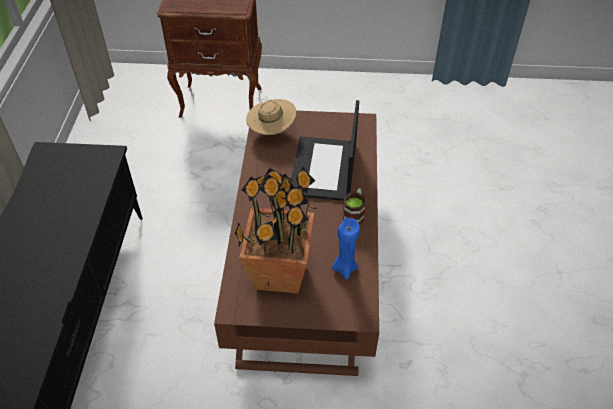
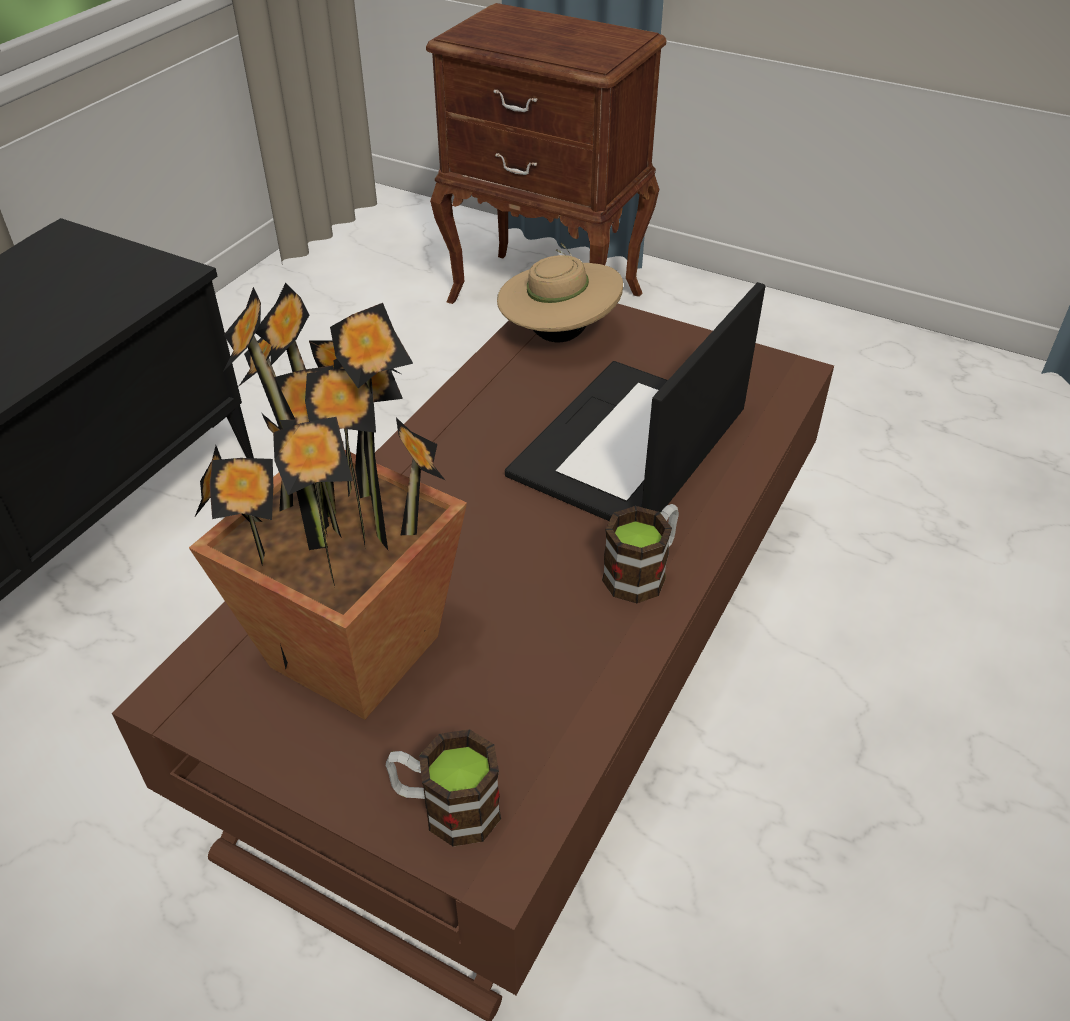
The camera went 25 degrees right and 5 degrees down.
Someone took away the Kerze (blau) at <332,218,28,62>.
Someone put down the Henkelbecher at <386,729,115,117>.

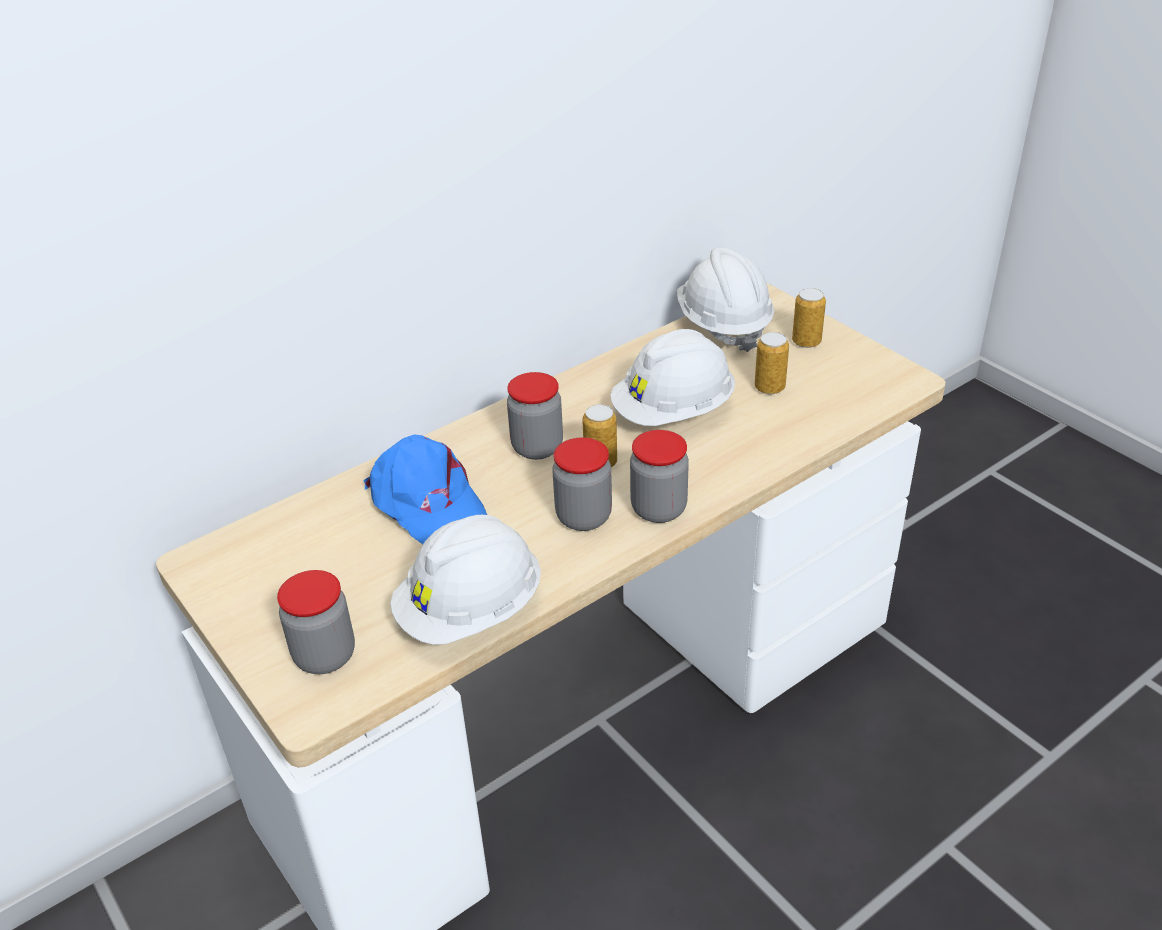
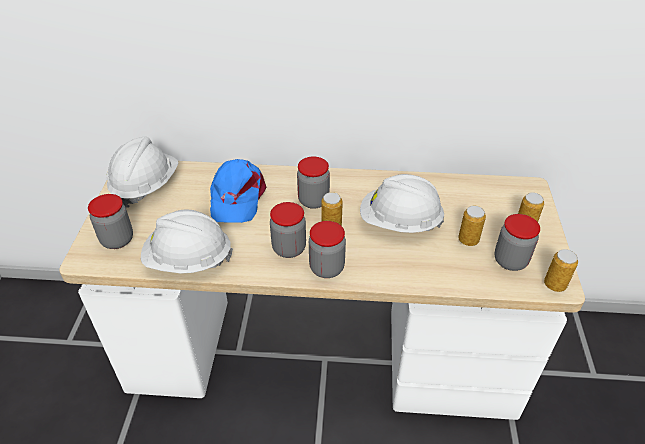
The camera went 40 degrees right and 5 degrees up.
Someone carried the Schutzhelm (weiß) from <677,247,97,105> to <107,137,72,71>.
Someone put down the Vorratsglas at <494,214,46,57>.
Someone put down the Dose at <544,249,34,43>.

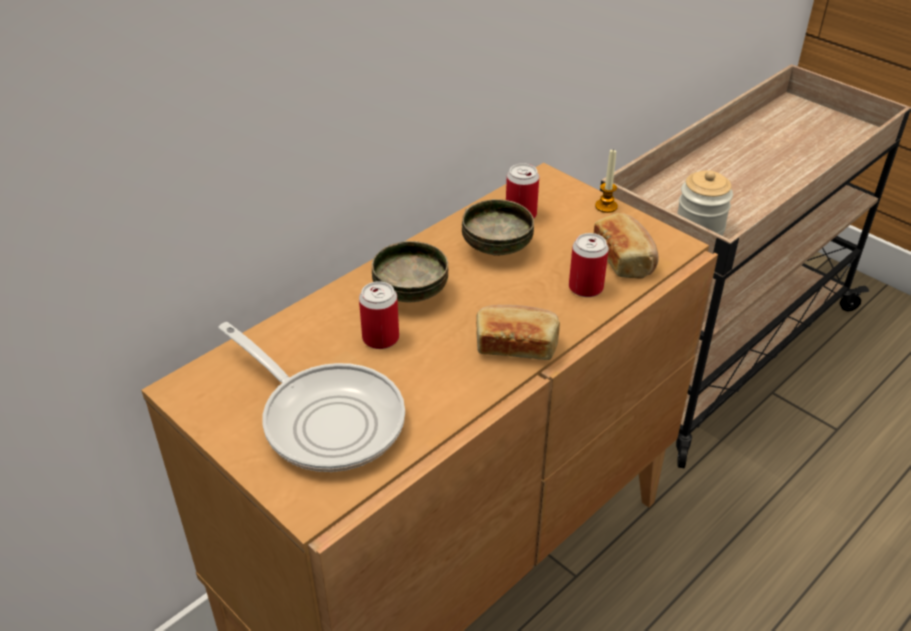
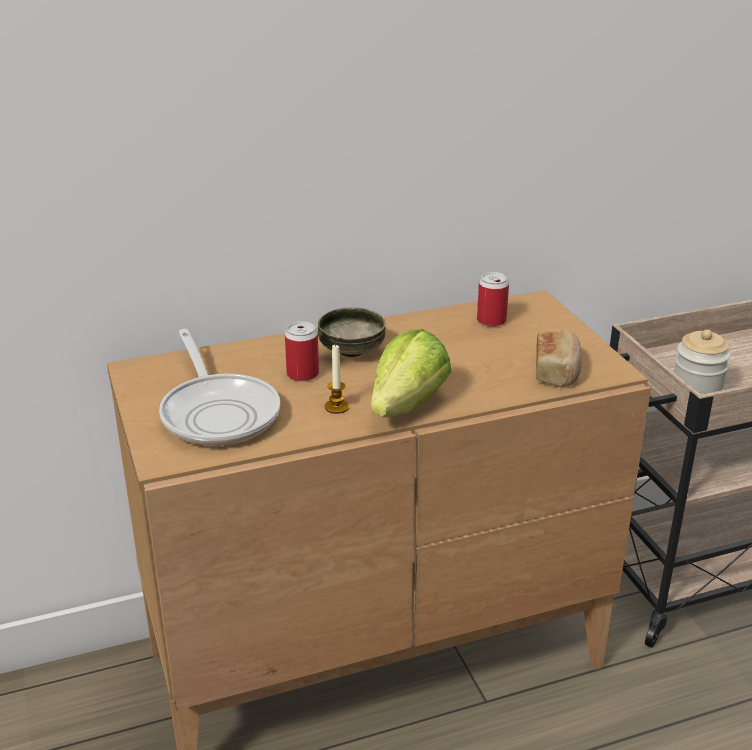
The camera went 25 degrees right and 10 degrees down.
Someone took away the Schüssel at <462,199,72,57>.
Someone swapped the Brot at <476,305,84,55> for the Salatkopf at <371,329,81,88>.
Someone took away the Dose at <569,233,40,64>.
Someone carried the Kerze from <595,149,23,64> to <325,344,24,70>.

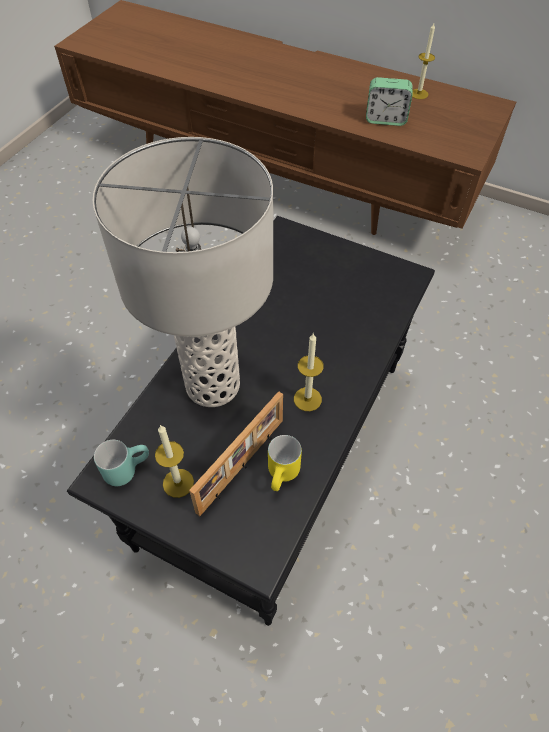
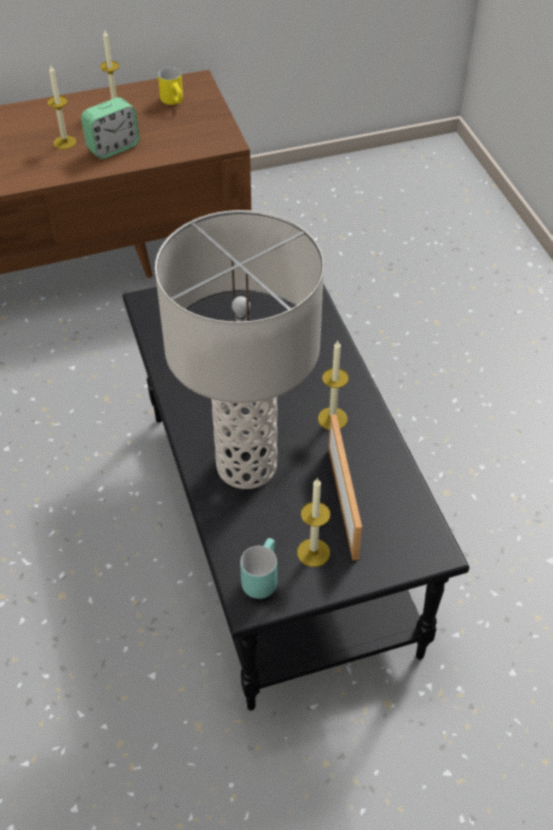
The camera went 45 degrees left and 5 degrees down.
Someone carried the Henkelbecher (gelb) from <268,435,34,56> to <158,67,25,38>.
Someone put down the Kerze at <47,64,29,85>.

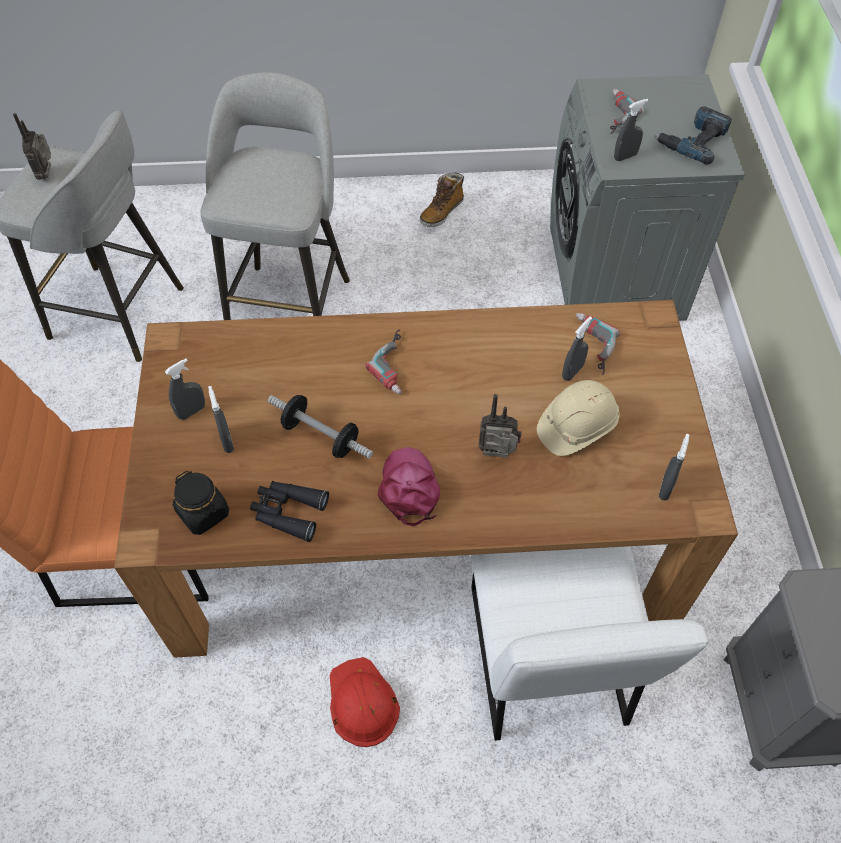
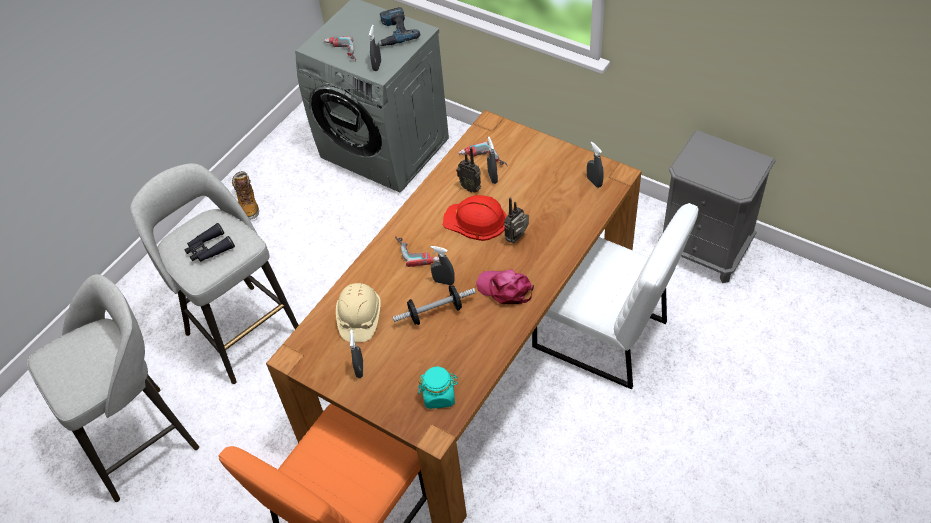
The camera went 50 degrees left and 5 degrees down.
Someone carried the Radio from <13,113,38,67> to <456,147,25,46>.
Someone repainted the Vorratsglas (schwarz) at <173,471,56,64>, which became the Vorratsglas (türkis) at <418,367,40,42>.
Someone carried the Sprühflasche (grau) from <208,386,26,67> to <431,246,24,39>.
Someone carried the Fernglas (schwarz) from <250,481,79,61> to <184,223,51,39>.
Someone carried the Schutzhelm (rot) from <330,657,70,90> to <443,195,64,46>.
Someone carried the Schutzhelm (beige) from <537,380,83,76> to <336,283,45,59>.

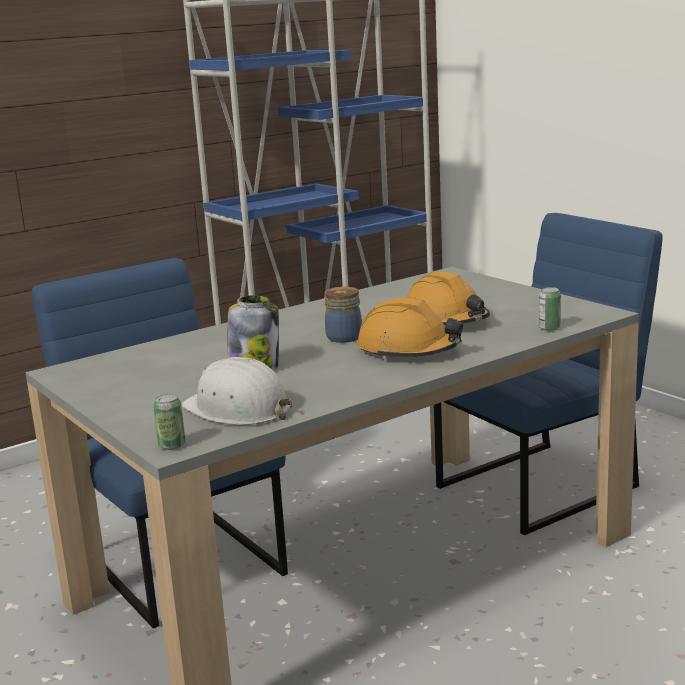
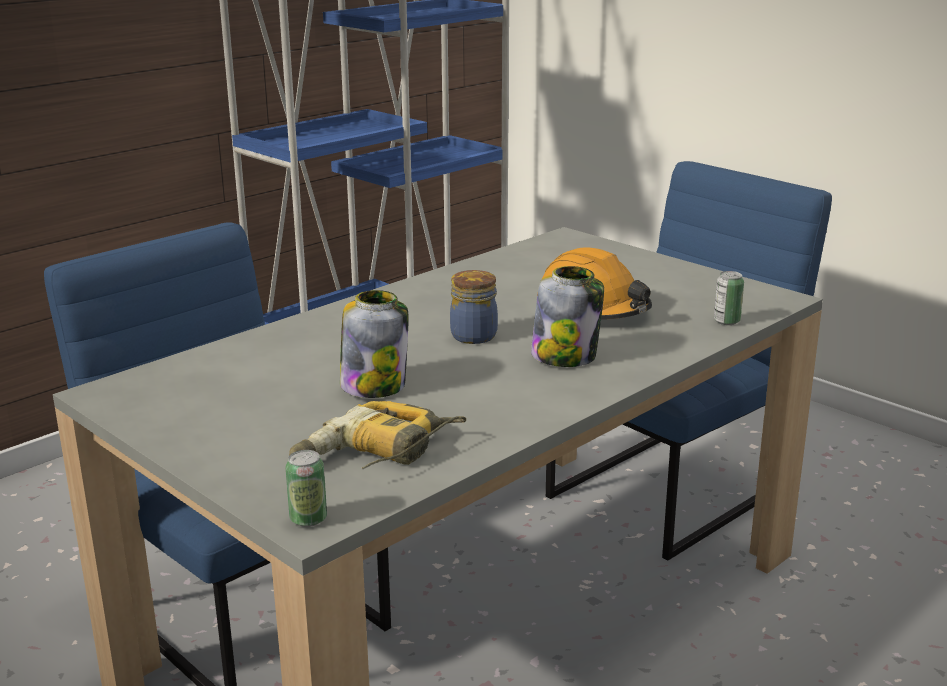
The camera went 10 degrees left and 5 degrees up.
Someone swapped the Schutzhelm (weiß) at <181,357,112,68> for the Bohrmaschine at <289,401,177,69>.
Someone swapped the Schutzhelm (orange) at <357,298,106,62> for the Vorratsglas at <531,266,73,101>.

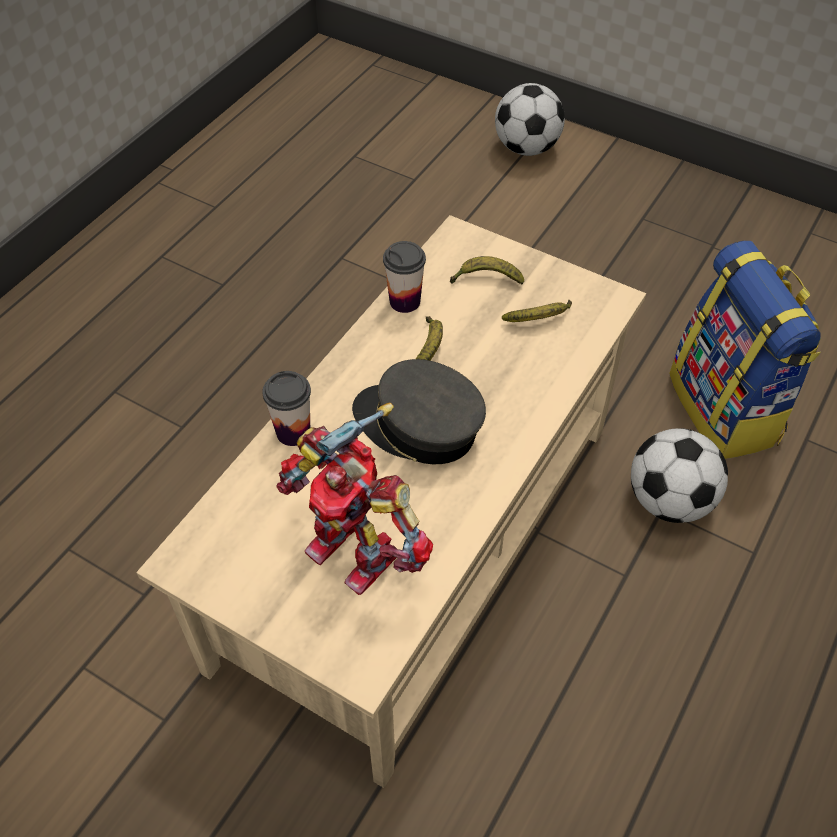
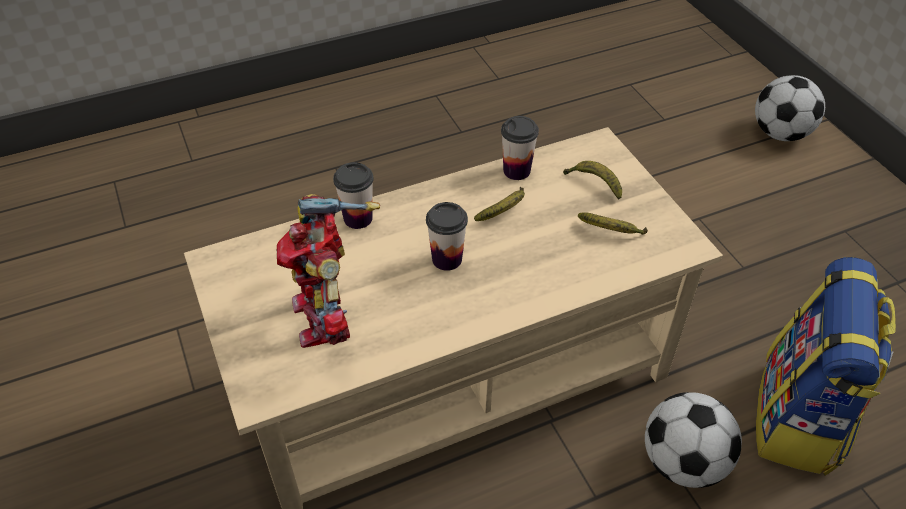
The camera went 35 degrees right and 5 degrees down.
Someone swapped the Kappe (grau) at <352,359,134,105> for the Tasse at <426,202,42,69>.

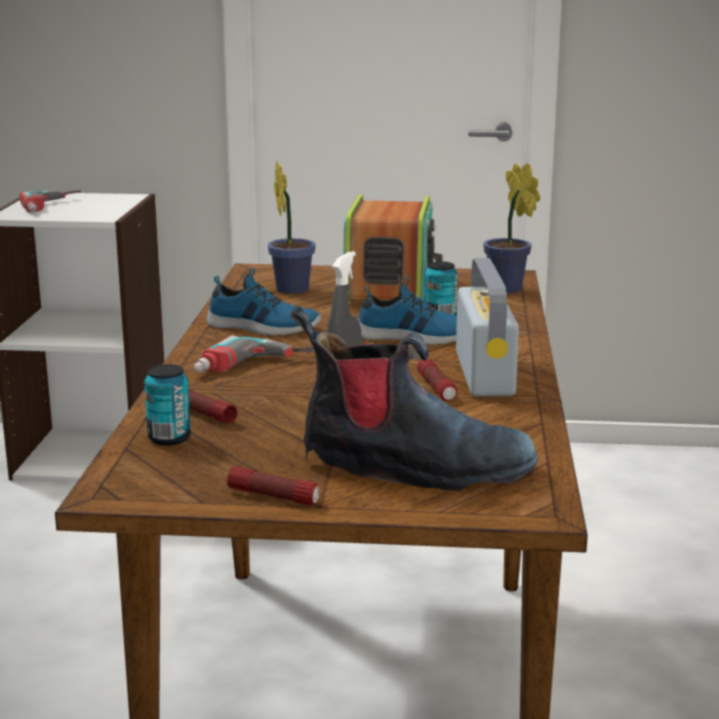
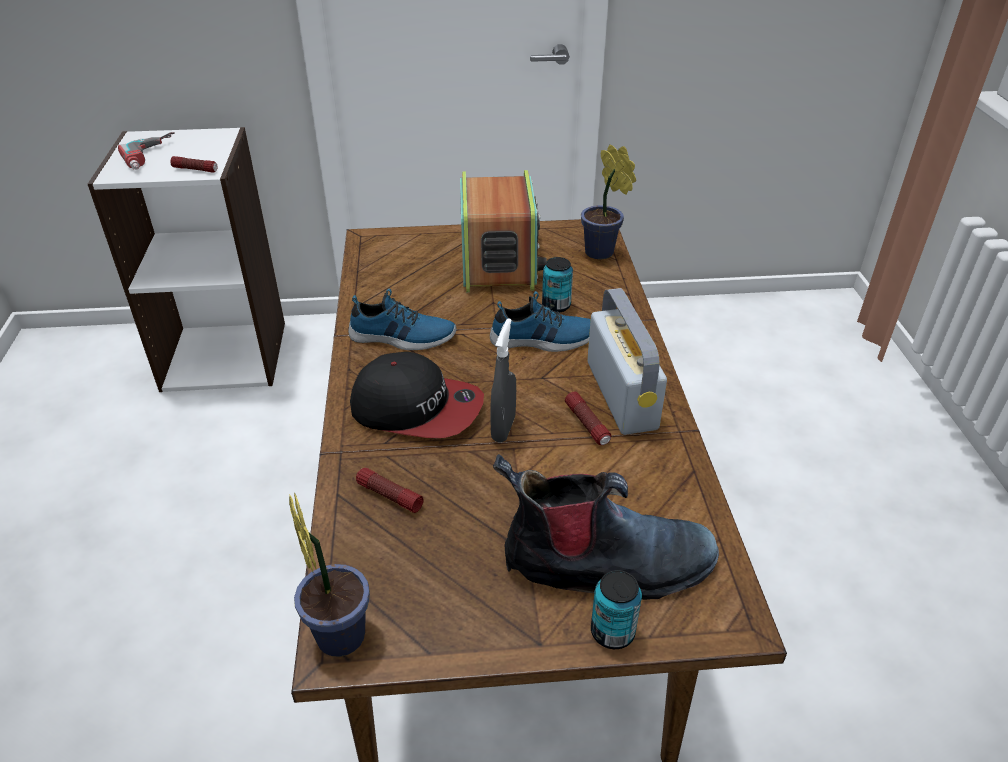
The camera went 10 degrees left and 20 degrees up.
Someone carried the Dose from <144,364,47,82> to <591,570,51,79>.
Someone swapped the Bohrmaschine at <194,335,120,38> for the Kappe at <350,352,134,86>.
Someone carried the Taschenlampe from <227,466,93,40> to <170,156,47,17>.
Someone carried the Topfpflanze from <268,161,48,133> to <289,493,81,164>.

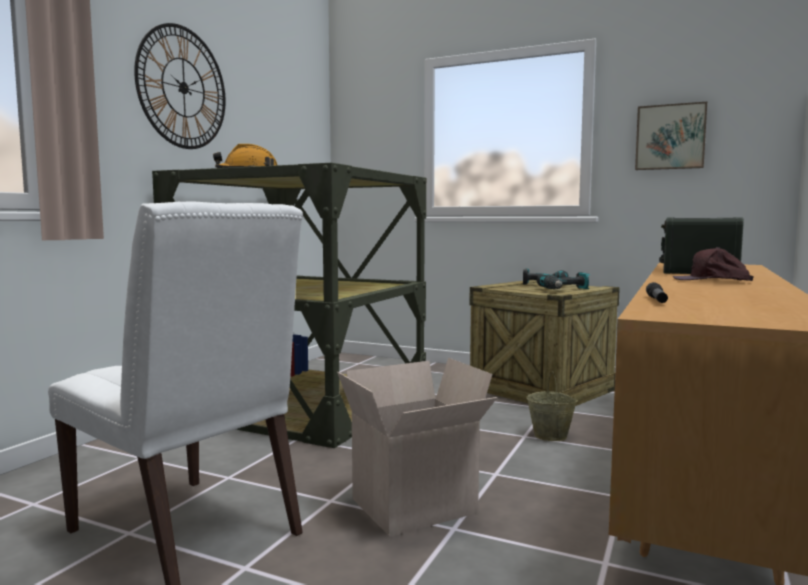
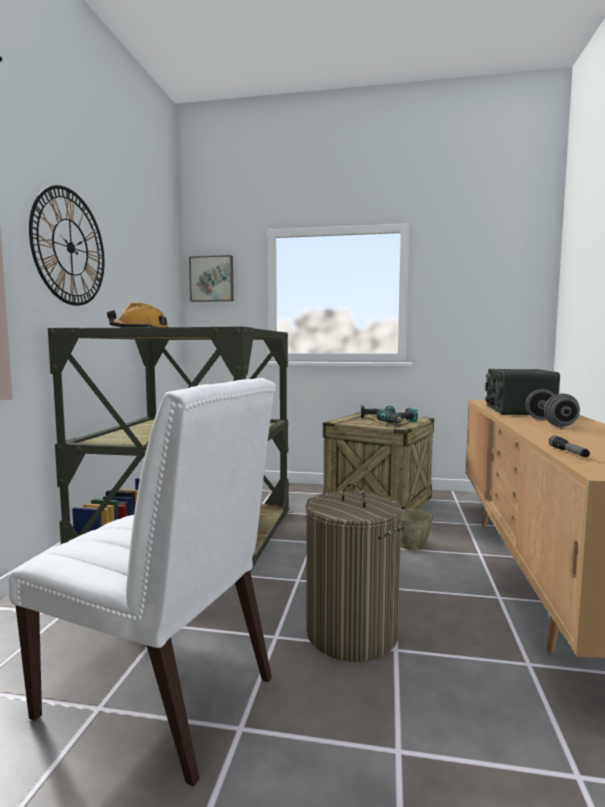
The camera went 15 degrees left and 0 degrees up.
Someone swapped the Karton at <337,358,160,179> for the Wäschekorb at <306,483,99,179>.
Someone carried the Bild from <635,102,72,68> to <189,255,45,47>.
Someone swapped the Kappe (braun) at <672,247,82,34> for the Hantel (grau) at <526,389,54,38>.

